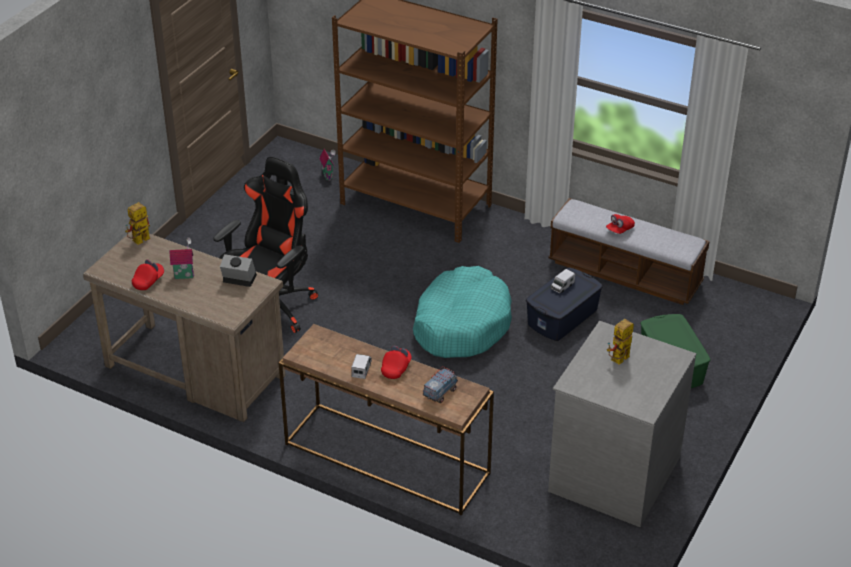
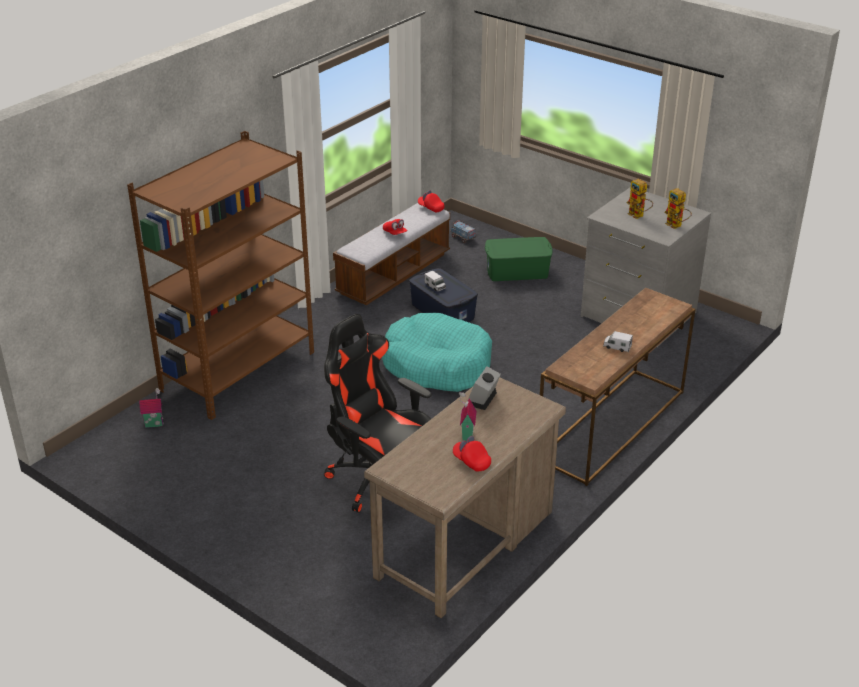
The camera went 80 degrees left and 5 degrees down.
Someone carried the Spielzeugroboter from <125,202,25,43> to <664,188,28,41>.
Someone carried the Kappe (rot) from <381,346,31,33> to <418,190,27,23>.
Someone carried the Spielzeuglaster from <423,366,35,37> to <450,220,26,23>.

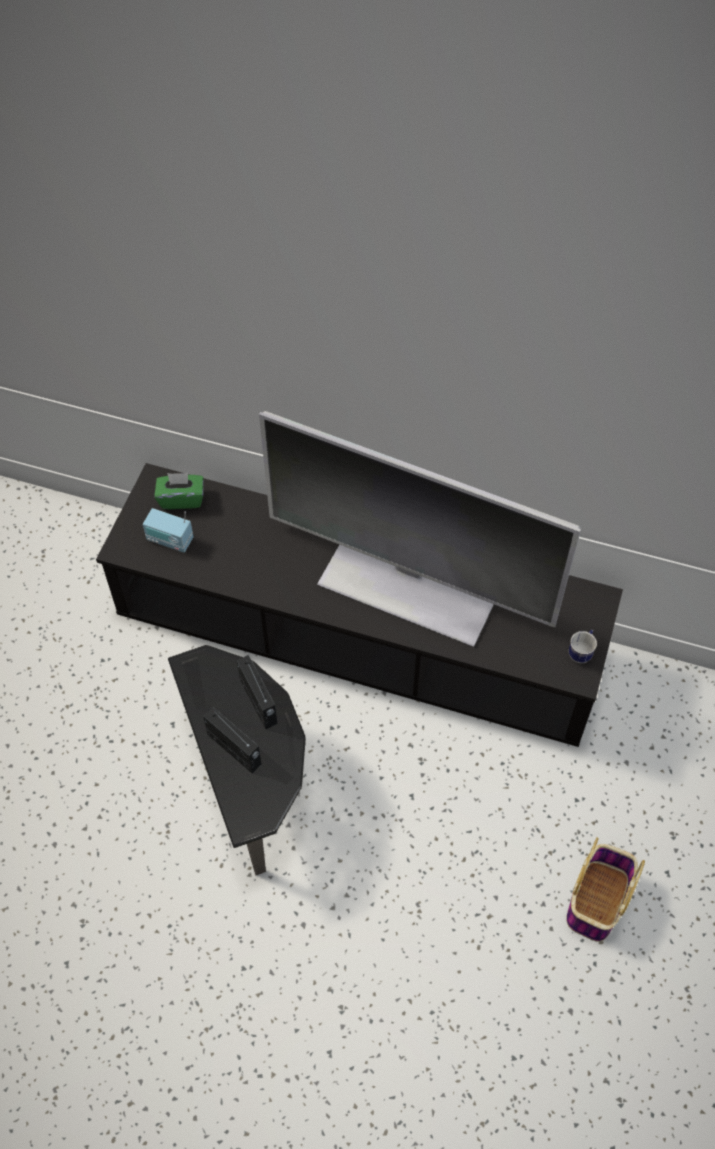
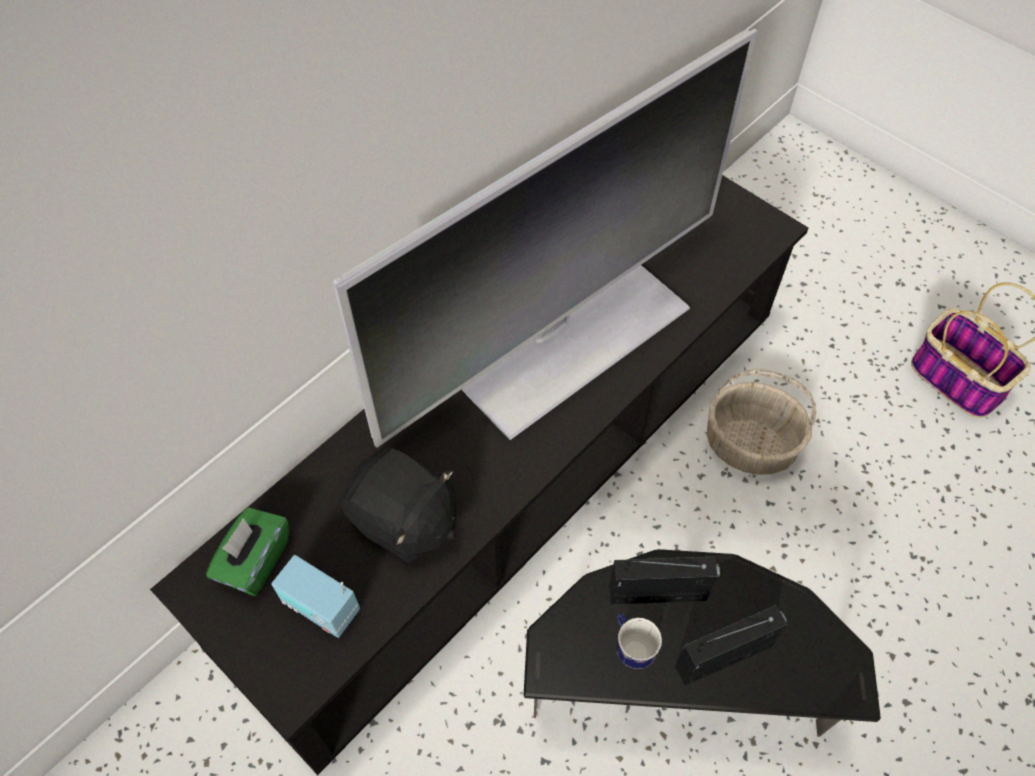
The camera went 65 degrees left and 0 degrees up.
Someone rotated the Radio at <143,508,51,45> by 75 degrees clockwise.
Someone carried the Henkelbecher from <569,630,28,33> to <617,613,45,56>.
Someone put down the Plüschtier (schwarz) at <340,448,117,116>.
Someone put down the Korb at <707,369,109,106>.

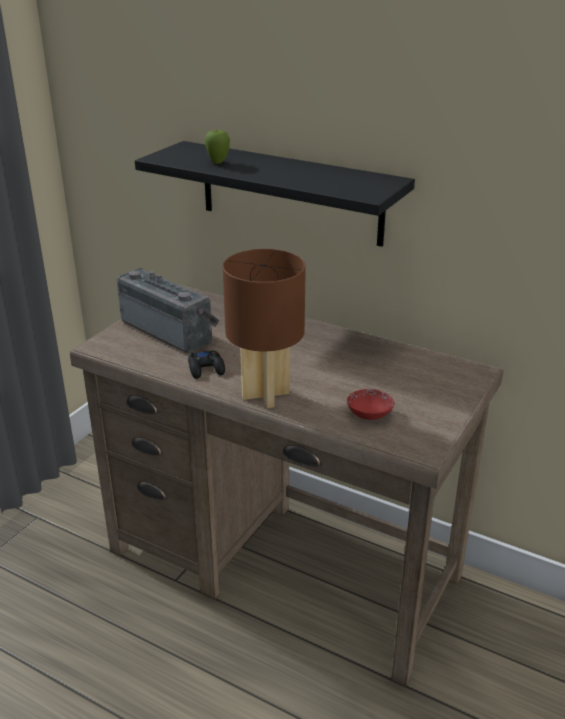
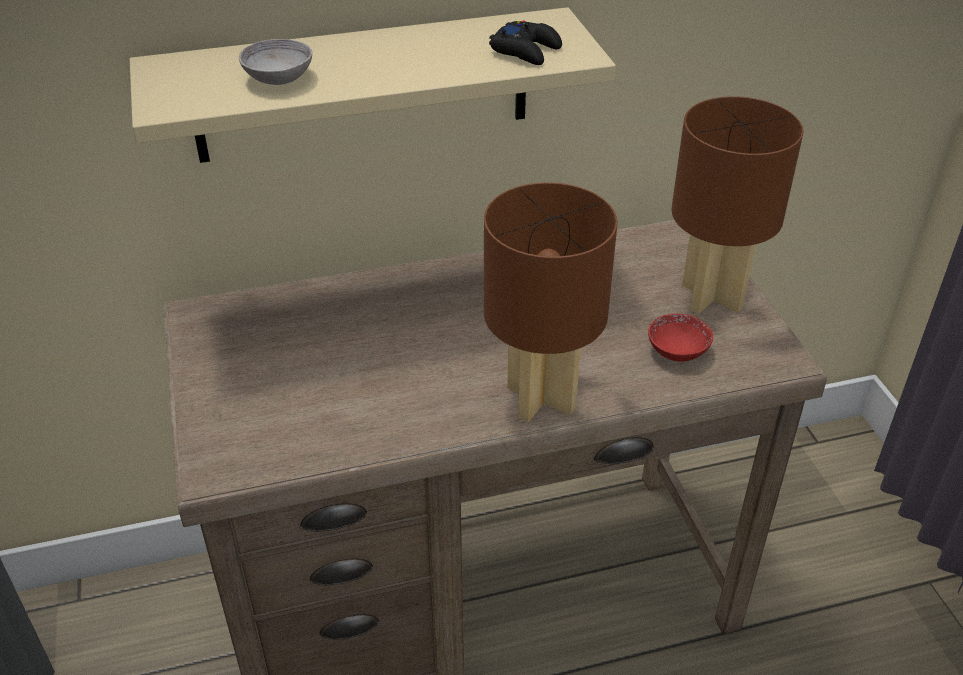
The camera went 45 degrees left and 10 degrees up.
Someone took away the Radio at <117,268,103,85>.
Someone repainted the Wandregal (schwarz) at <135,141,280,106>, which became the Wandregal (beige) at <129,7,487,156>.
Someone carried the Gamepad (schwarz) from <188,350,37,29> to <489,21,73,44>.
Someone swapped the Apfel at <205,129,25,35> for the Schüssel (grau) at <239,39,73,46>.
Someone put down the Tischlampe (braun) at <671,96,133,218>.

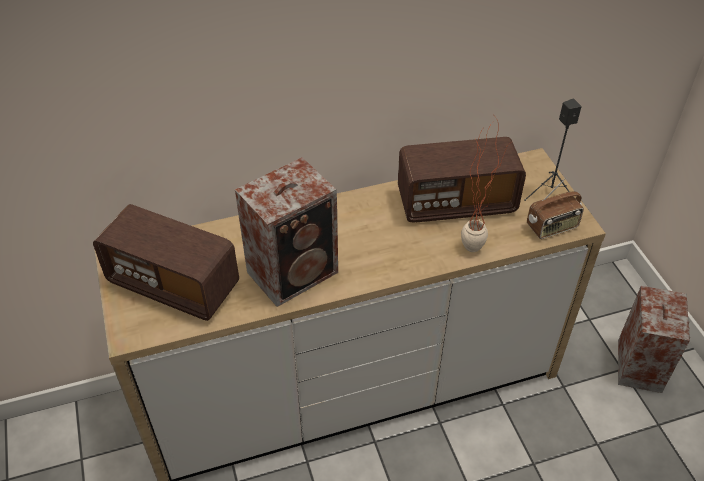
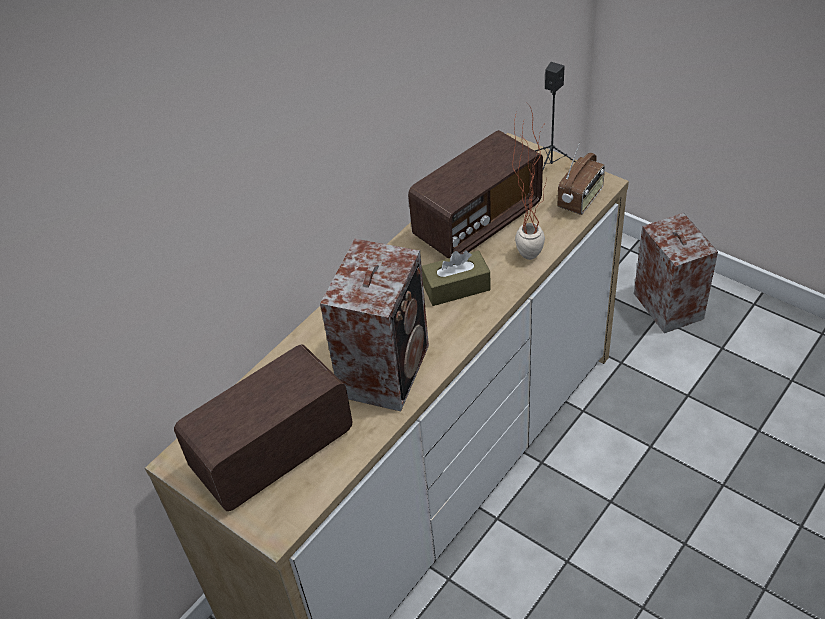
The camera went 30 degrees left and 0 degrees up.
Someone rotated the Radio at <93,204,146,117> by 150 degrees clockwise.
Someone put down the Taschentuchbox (braun) at <422,251,69,55>.

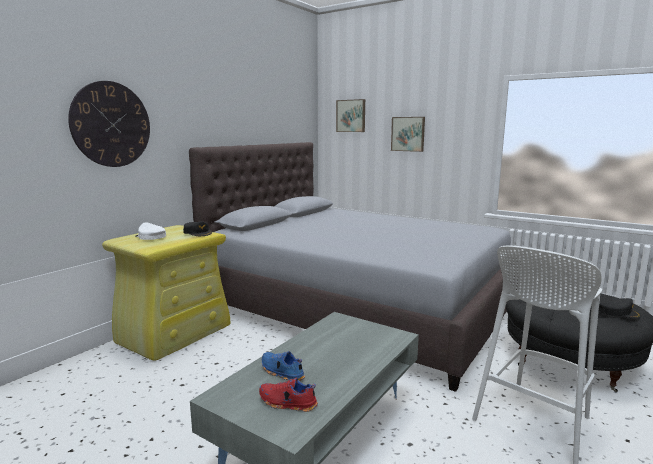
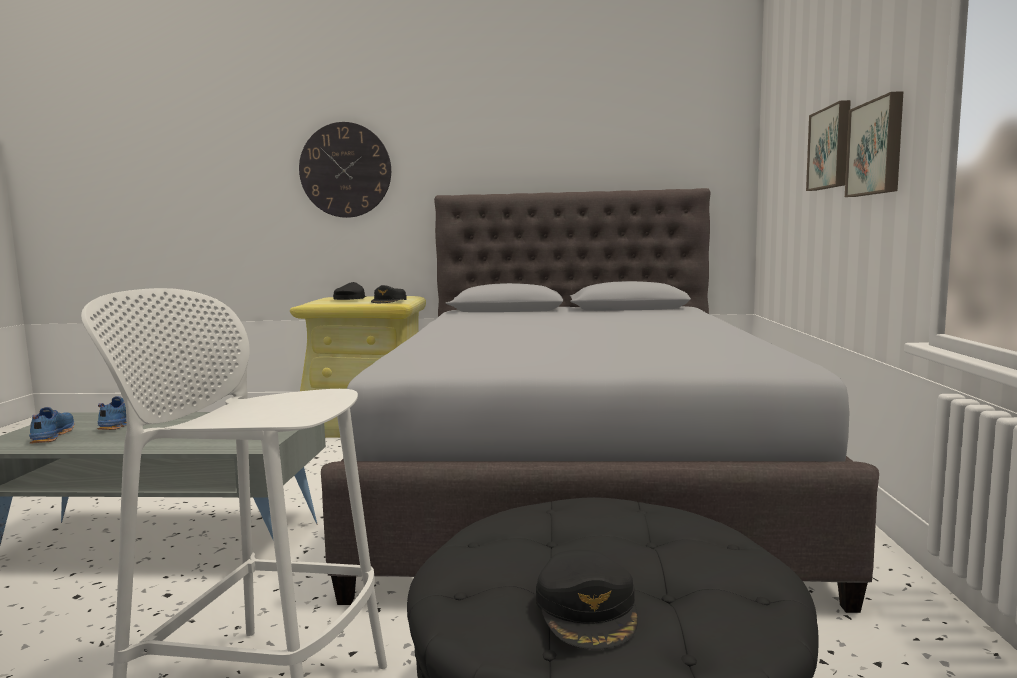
The camera went 60 degrees right and 5 degrees down.
Someone repainted the Kappe (weiß) at <135,222,31,18>, which became the Kappe (schwarz) at <333,282,34,18>.
Someone repainted the Schuh (rot) at <259,378,59,34>, which became the Schuh (blau) at <29,407,45,37>.
Someone carried the Bild from <336,99,29,33> to <845,91,59,106>.

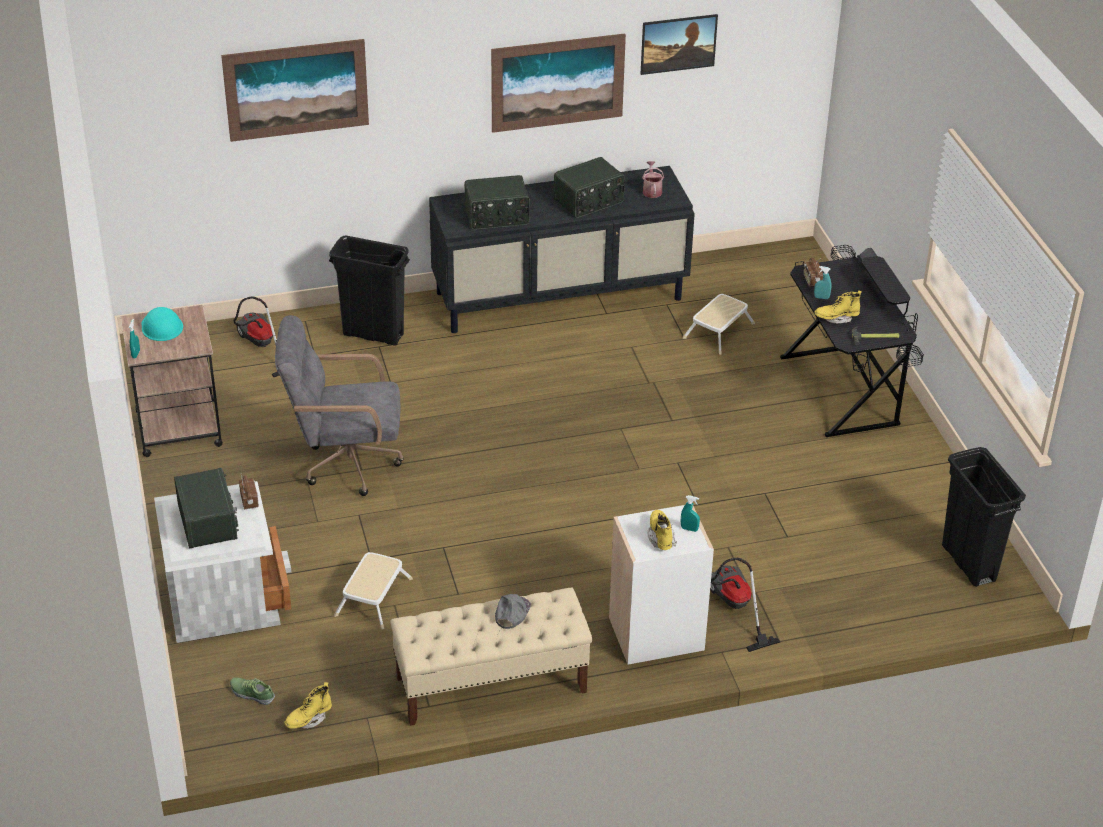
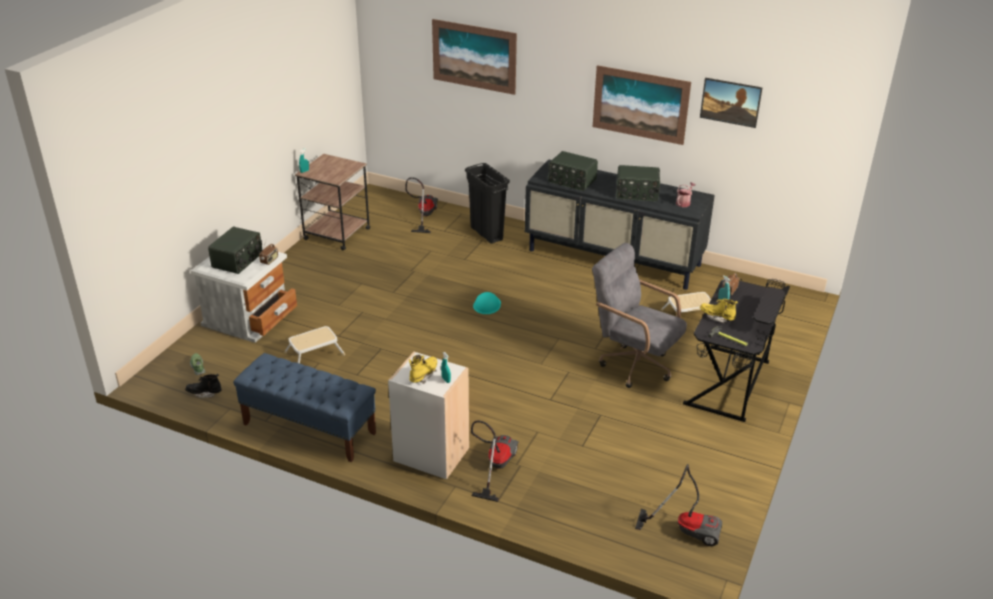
The camera went 40 degrees right and 5 degrees down.
Someone carried the Schutzhelm (türkis) from <142,307,41,34> to <473,292,28,22>.
Someone carried the Bürostuhl (grau) from <275,315,129,181> to <592,243,95,145>.
Someone repainted the Stiefel (gelb) at <285,682,47,46>, which became the Stiefel (schwarz) at <185,374,37,24>.
Someone repainted the Bank (beige) at <390,588,202,138>, which became the Bank (blau) at <233,353,143,109>.
Someone took away the Kappe (grau) at <495,594,36,35>.
Someone swapped the Mülleimer (schwarz) at <942,447,84,140> for the Staubsauger at <635,464,87,82>.

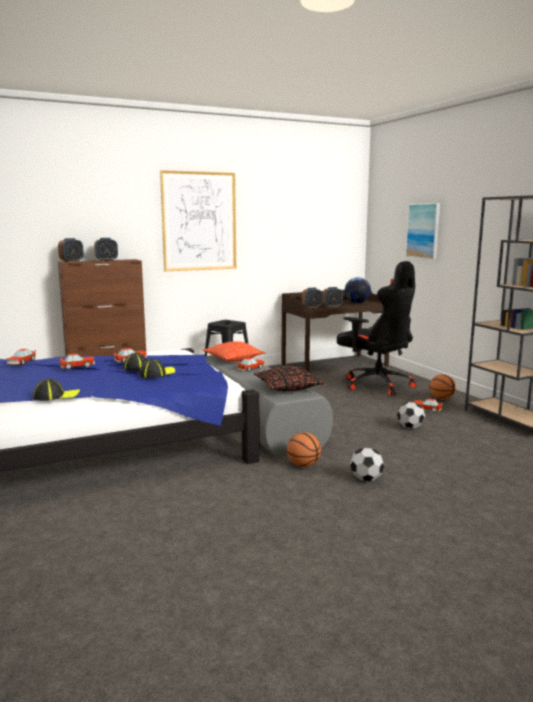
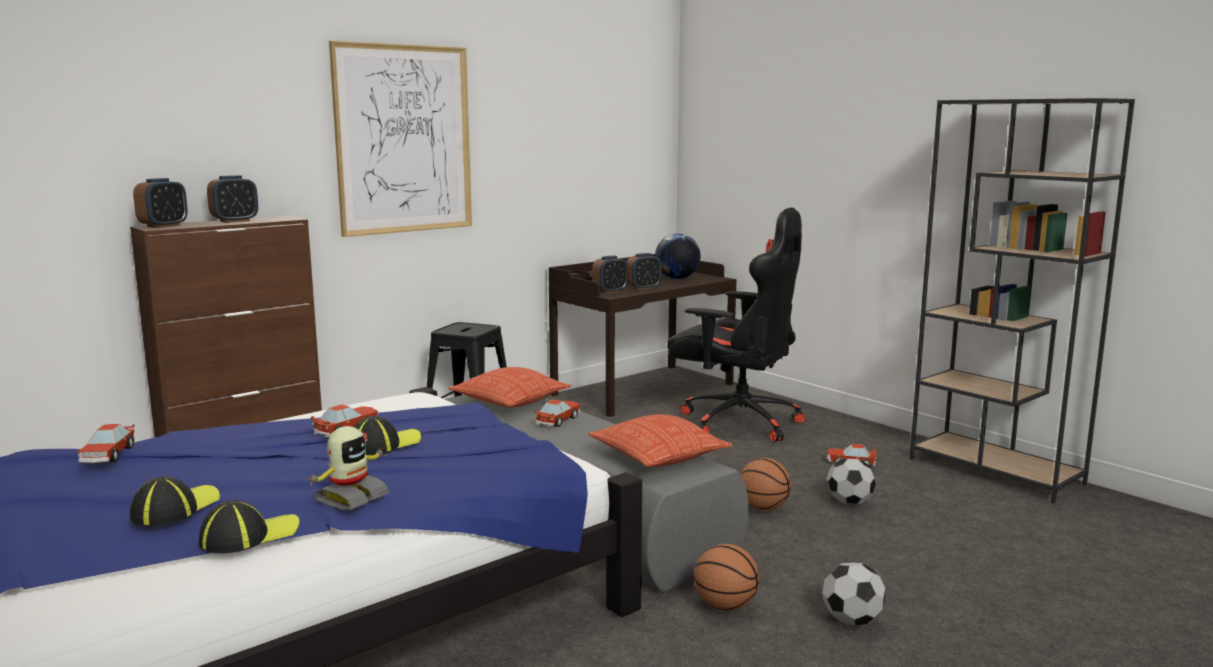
The camera went 15 degrees left and 0 degrees up.
Someone took away the Spielzeugauto at <59,353,36,17>.
Someone carried the Kappe from <139,359,36,19> to <130,476,90,50>.
Someone repainted the Kissen (schwarz) at <254,366,70,25>, which became the Kissen (orange) at <588,414,144,53>.
Someone took away the Bild at <406,203,34,56>.
Someone carried the Basketball from <430,374,26,26> to <740,458,51,52>.
Someone put down the Spielzeugroboter at <306,426,83,84>.

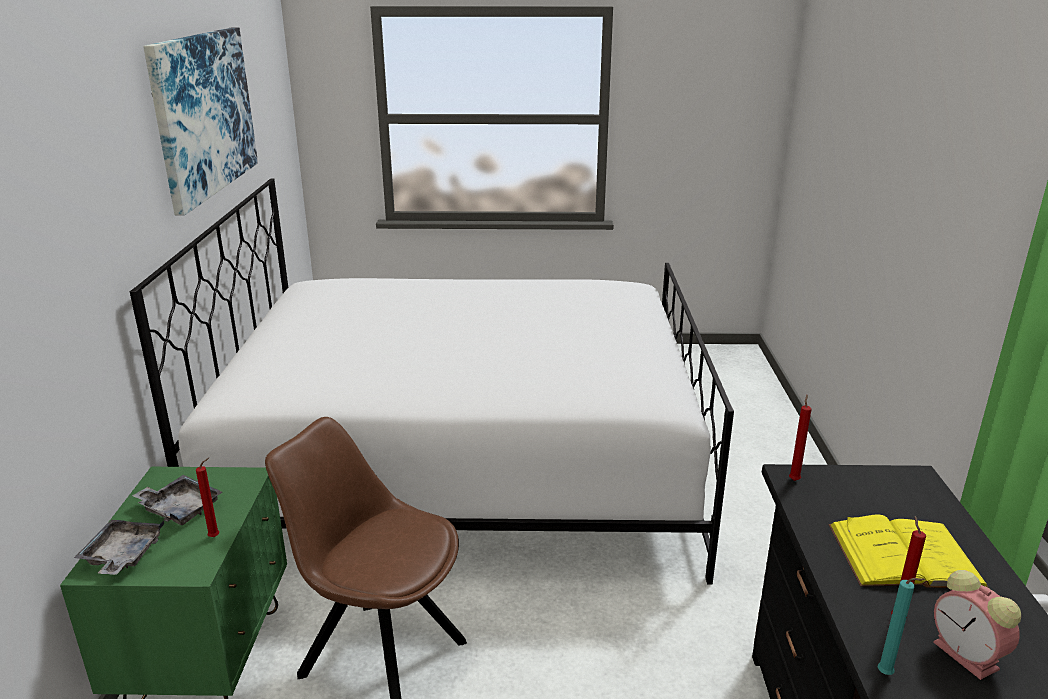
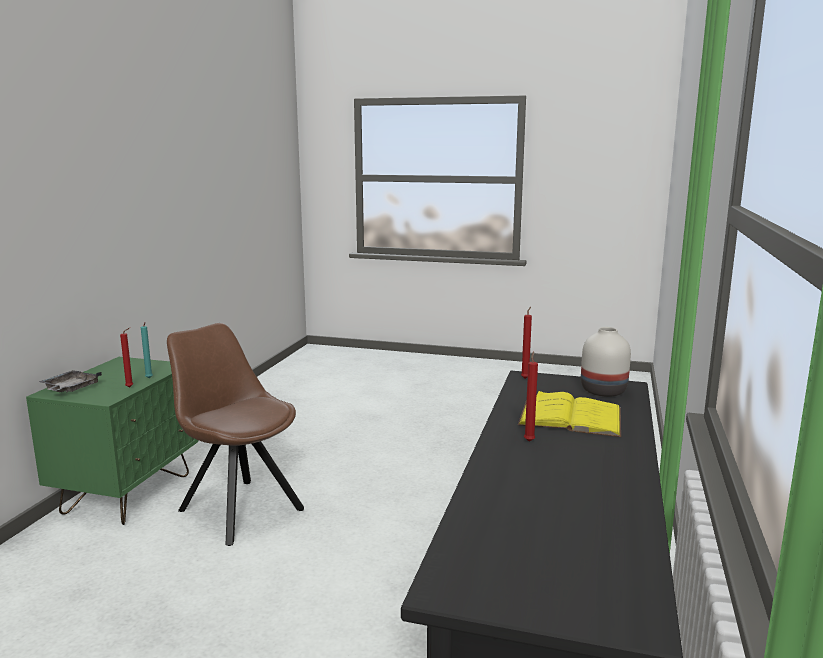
The camera went 15 degrees right and 10 degrees down.
Someone took away the Bett (weiß) at <130,179,604,406>.
Someone took away the Tablett (grau) at <132,475,90,50>.
Someone took away the Bild at <143,27,115,189>.
Someone carried the Kerze (türkis) from <878,578,47,97> to <141,322,12,56>.
Someone took away the Wecker at <933,570,88,110>.
Someone put down the Vase (weiß) at <581,327,50,70>.

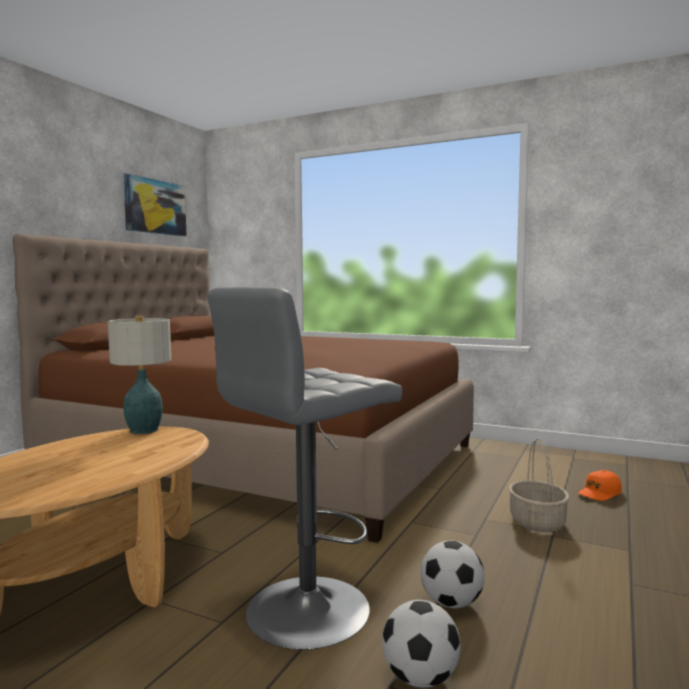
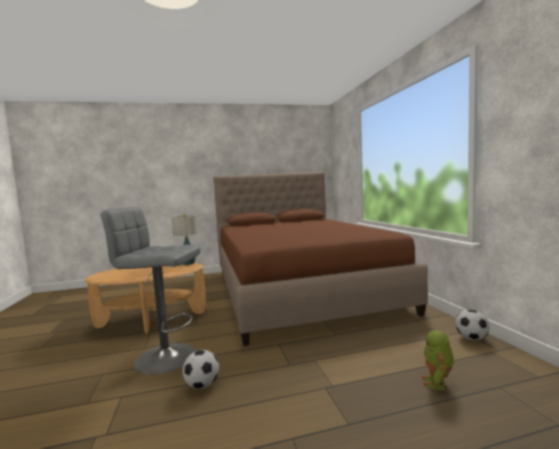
The camera went 50 degrees right and 0 degrees up.
Someone took away the Bild at <123,173,64,63>.
Someone carried the Fußball from <382,600,79,88> to <455,309,35,31>.
Someone took away the Korb at <509,438,61,94>.
Someone swapped the Kappe (orange) at <578,470,44,31> for the Spielzeugroboter at <421,330,33,61>.

